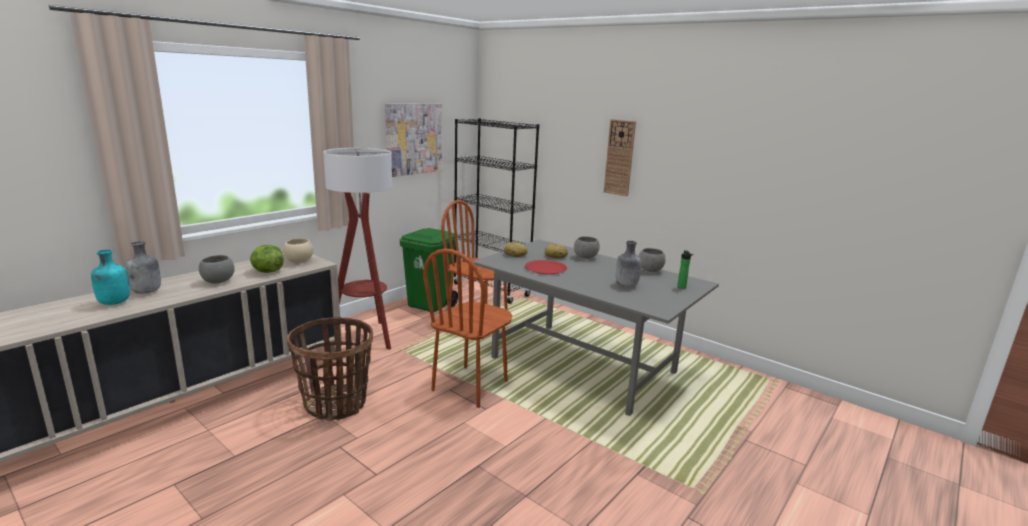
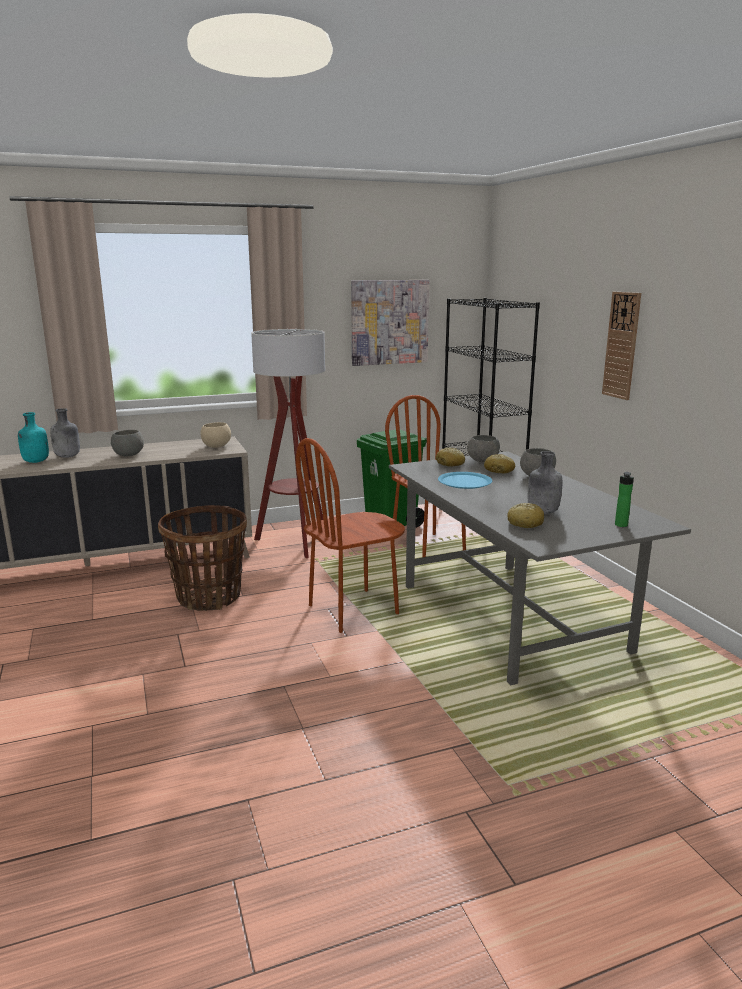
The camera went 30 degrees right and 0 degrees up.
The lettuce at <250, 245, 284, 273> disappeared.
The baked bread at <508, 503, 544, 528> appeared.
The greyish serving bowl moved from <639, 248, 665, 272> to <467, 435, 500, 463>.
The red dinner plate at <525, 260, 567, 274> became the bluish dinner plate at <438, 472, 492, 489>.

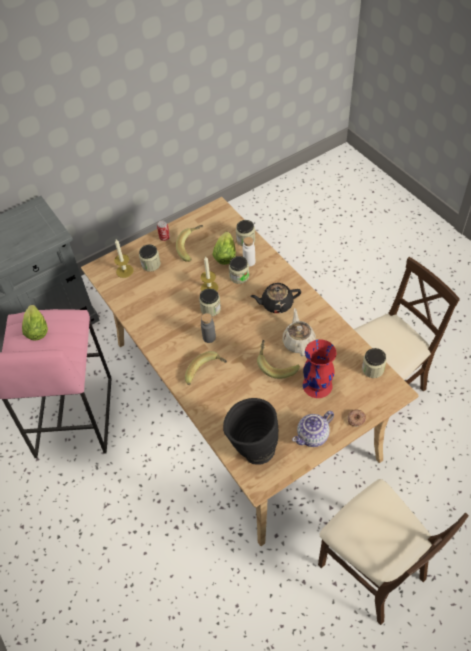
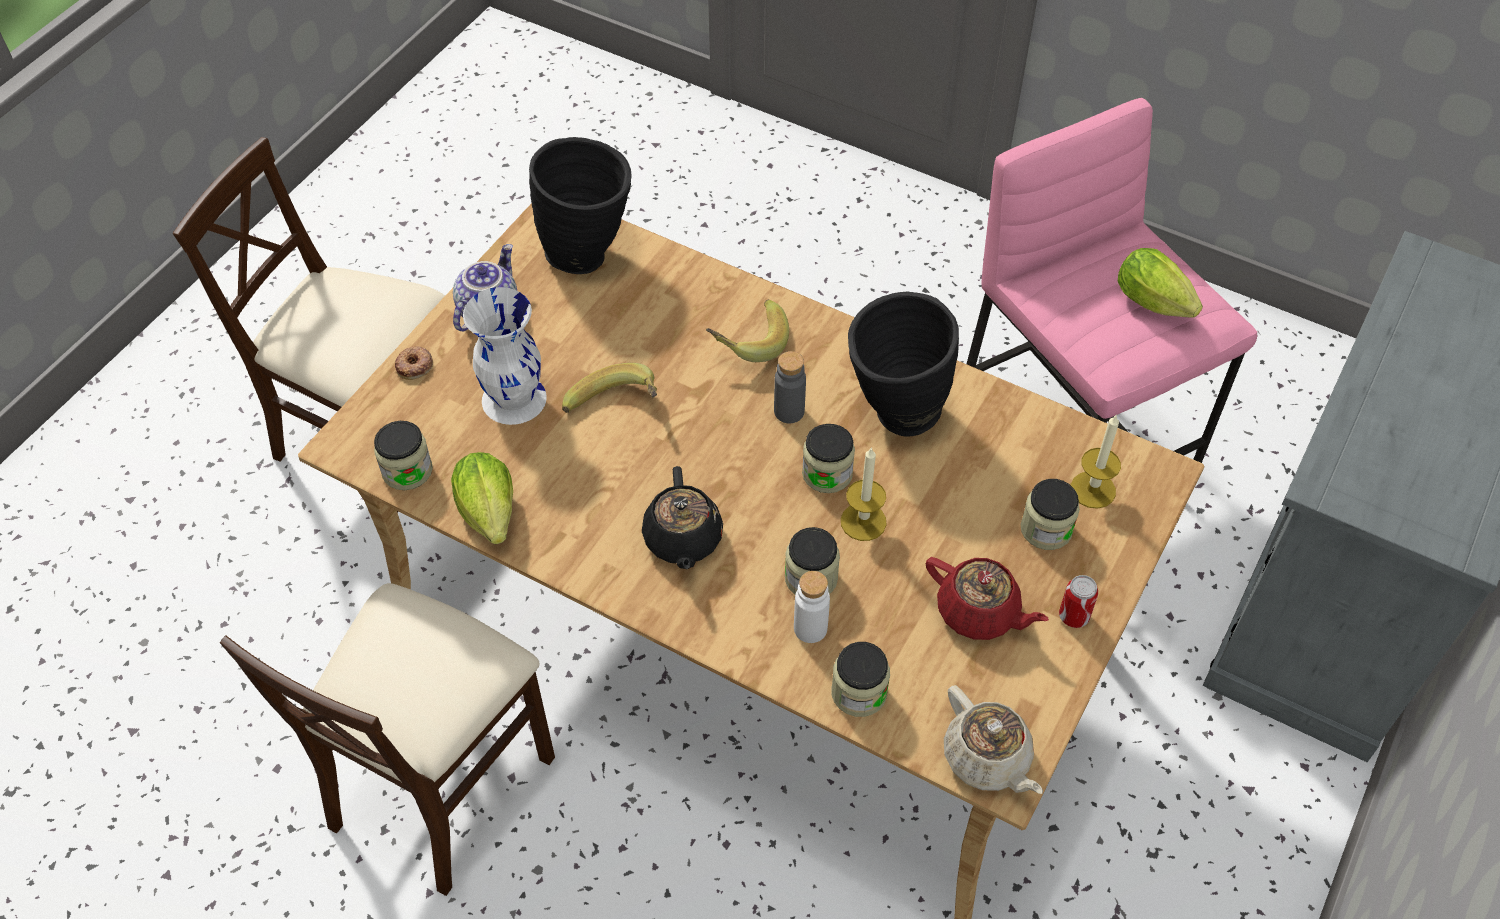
The camera went 150 degrees right and 0 degrees up.
The black-coloured vase at <848, 292, 959, 437> appeared.
The lettuce moved from <213, 232, 236, 265> to <451, 452, 513, 544>.
The sand-coloured tea pot moved from <282, 308, 316, 356> to <944, 685, 1043, 794>.
The banana fruit at <176, 225, 203, 262> was replaced by the red tea pot at <926, 557, 1049, 640>.
The red vase at <303, 339, 336, 398> became the whitish vase at <463, 287, 547, 425>.
The black-coloured tea pot at <250, 283, 301, 313> turned 120 degrees clockwise.

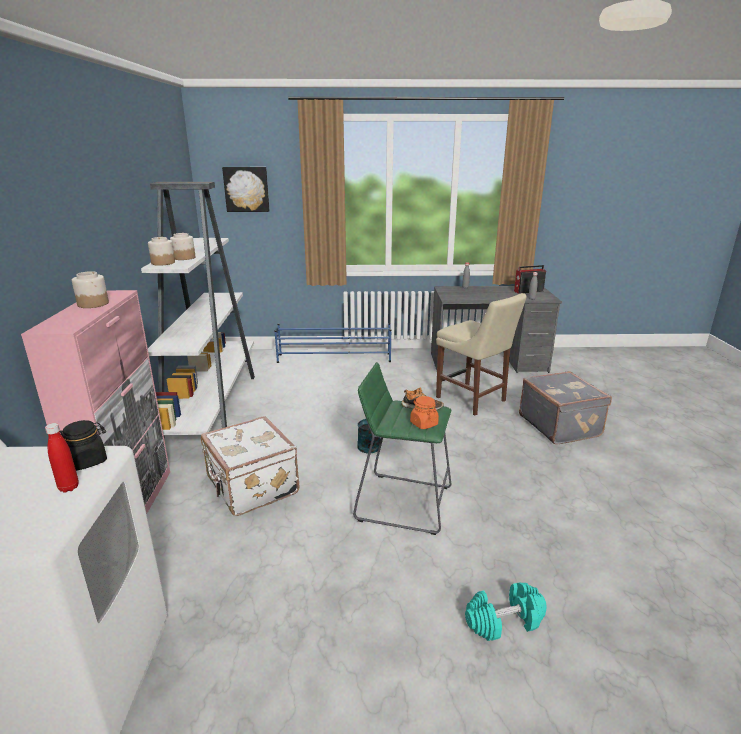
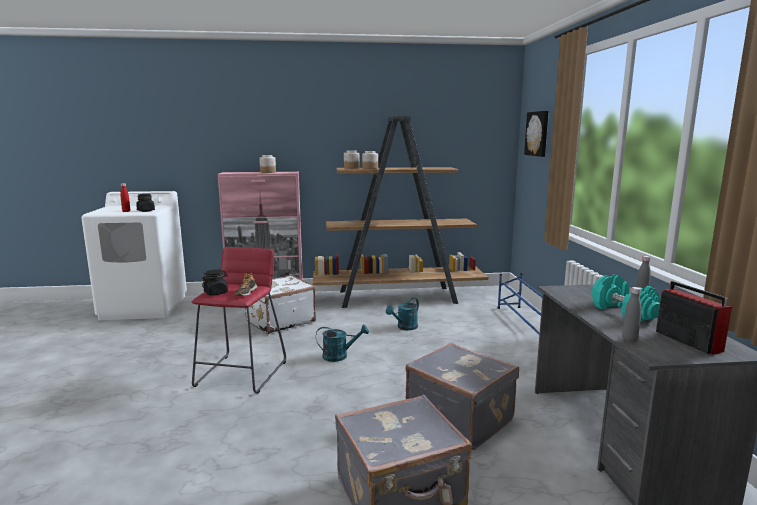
The camera went 85 degrees right and 10 degrees down.
The blue-green watering pot at <386, 297, 419, 330> appeared.
The blue-green hand weight moved from <465, 582, 547, 641> to <592, 275, 661, 321>.
The sand-coloured plain chair at <436, 293, 527, 416> was replaced by the greyish piece of luggage at <405, 343, 519, 450>.
The whitish bookshelf at <141, 182, 255, 438> became the brownish bookshelf at <313, 116, 488, 308>.
The green-coloured sitting stool at <353, 362, 451, 535> became the red sitting stool at <192, 247, 286, 394>.
The orange-coloured storage jar at <410, 396, 439, 429> became the black-coloured storage jar at <202, 269, 228, 295>.

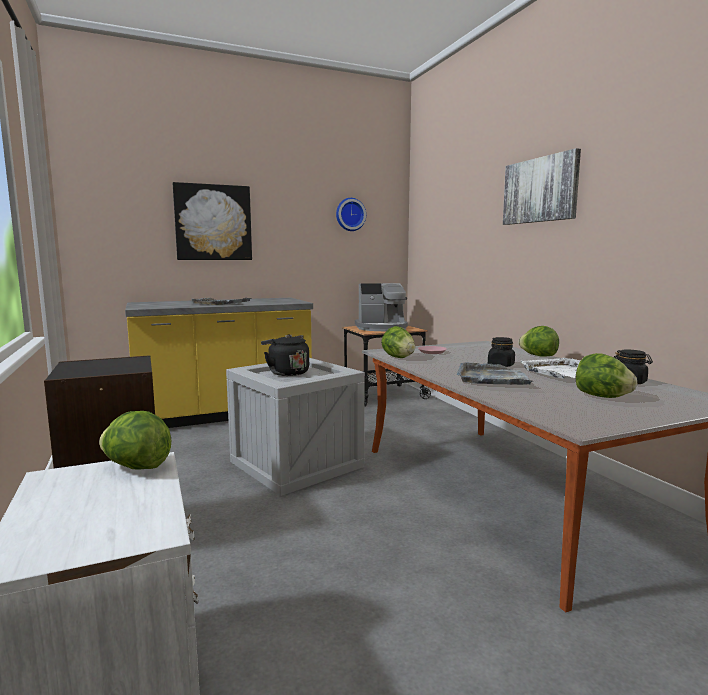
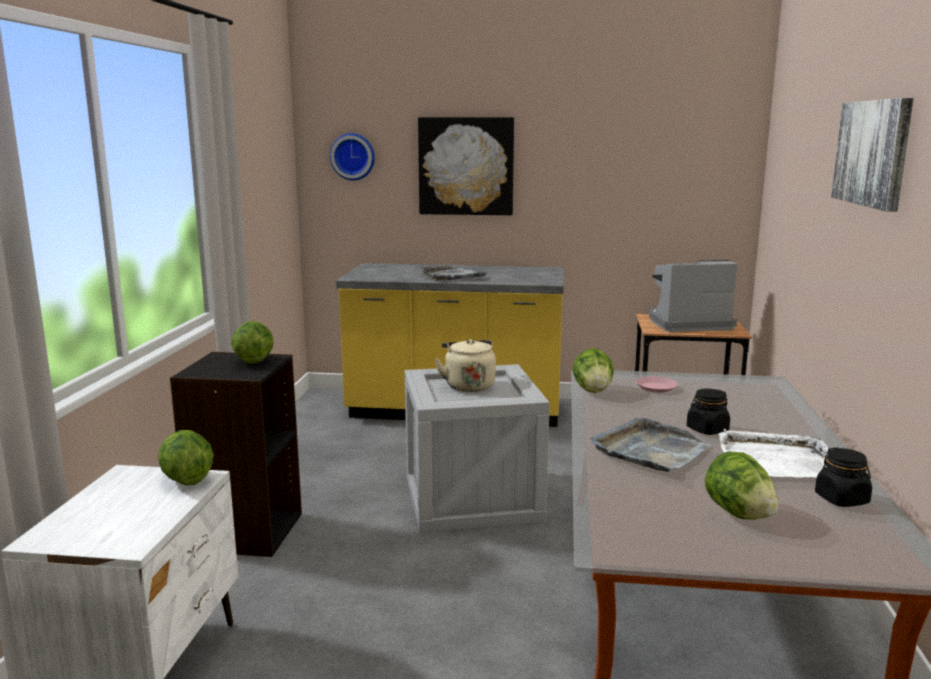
The camera went 30 degrees right and 5 degrees up.
The clock on the wall moved from <336, 198, 366, 231> to <330, 133, 375, 180>.
The lettuce moved from <518, 326, 559, 357> to <231, 321, 274, 364>.
The black-coloured kettle at <261, 334, 309, 376> became the sand-coloured kettle at <435, 339, 496, 392>.
The coffee machine at <355, 283, 408, 331> turned 150 degrees clockwise.

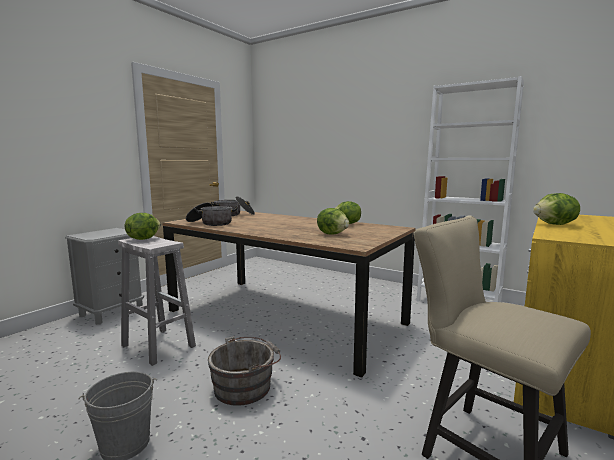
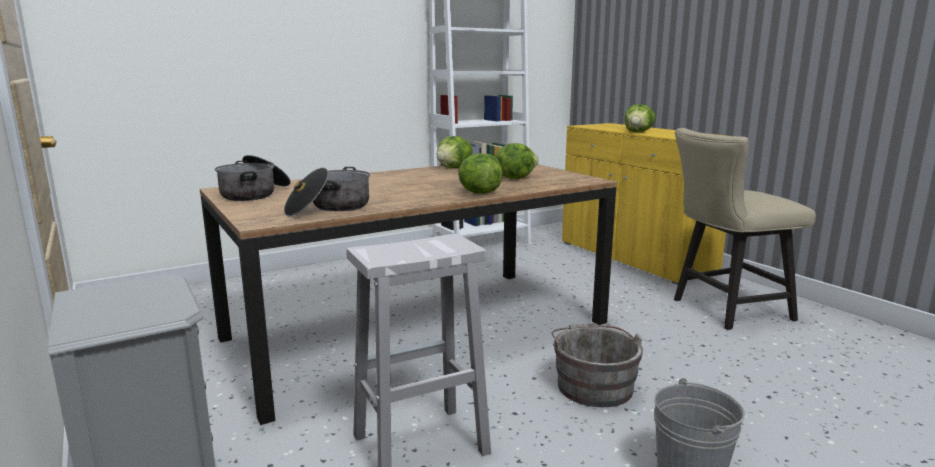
The camera went 65 degrees left and 5 degrees up.
The lettuce moved from <125, 213, 161, 240> to <458, 153, 503, 194>.

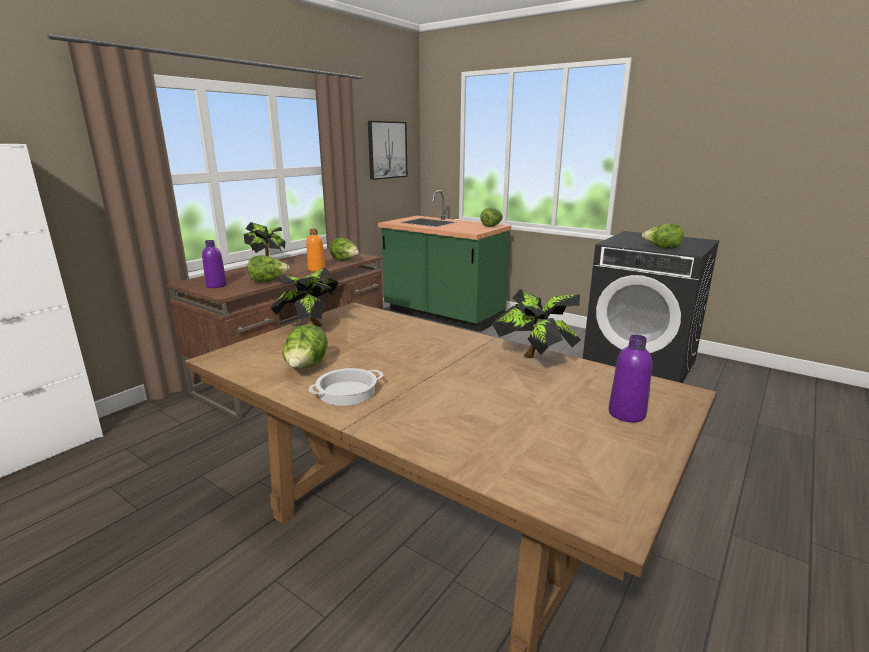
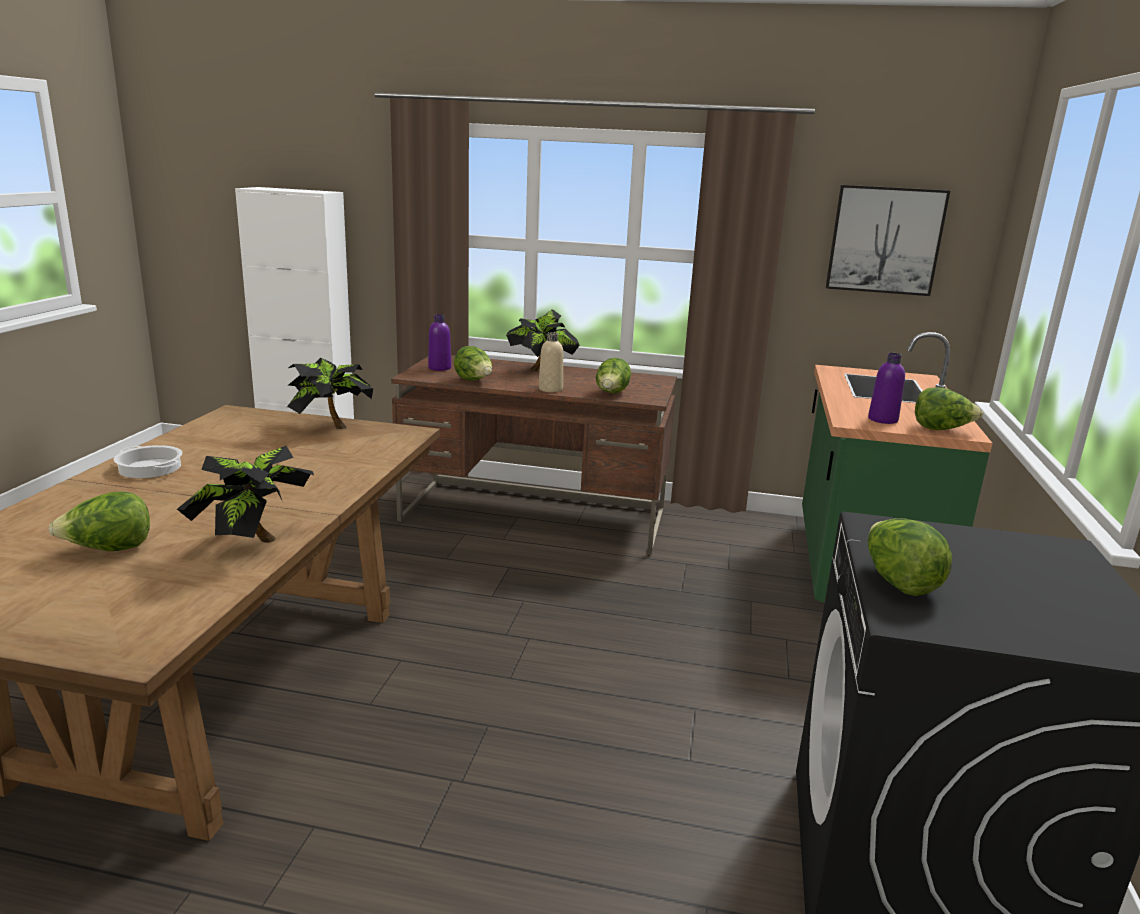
The camera went 65 degrees right and 0 degrees up.
The lettuce moved from <282, 324, 328, 368> to <49, 492, 150, 551>.
The purple-coloured drink bottle moved from <609, 335, 652, 422> to <868, 353, 905, 424>.
The orange-coloured drink bottle at <306, 229, 326, 272> became the sand-coloured drink bottle at <539, 332, 563, 392>.

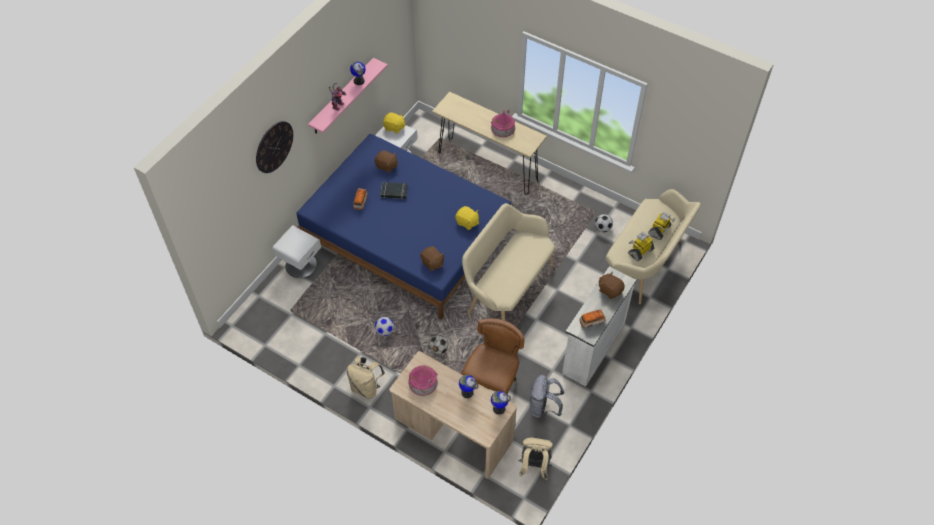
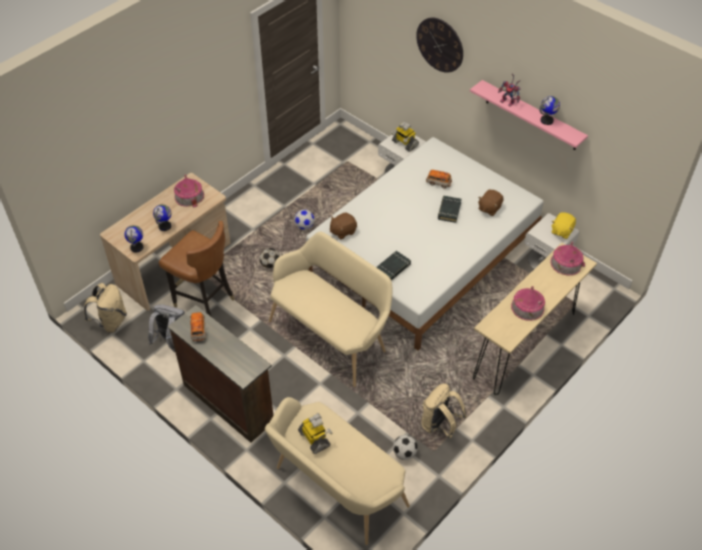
The camera went 100 degrees right and 5 degrees down.
The brownish plush toy at <599, 271, 625, 299> disappeared.
The toy house at <550, 242, 585, 275> appeared.
The sand-coloured rucksack moved from <347, 357, 385, 399> to <421, 384, 466, 439>.
The robot figure moved from <648, 212, 675, 240> to <392, 122, 419, 152>.
The yellow plush toy at <455, 206, 479, 230> was replaced by the black-coloured bound book at <376, 251, 411, 281>.
The bluish sleeping bed at <296, 134, 511, 320> became the whitish sleeping bed at <306, 137, 544, 351>.
The whitish chest of drawers at <562, 266, 636, 387> became the brownish chest of drawers at <168, 305, 273, 442>.

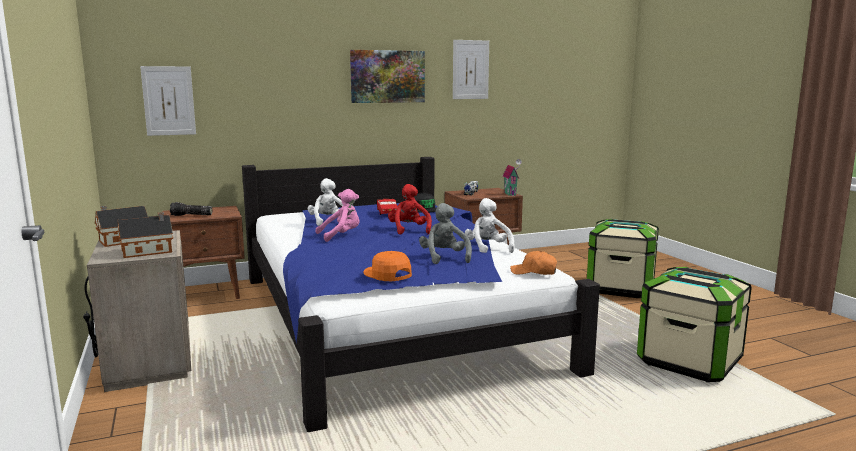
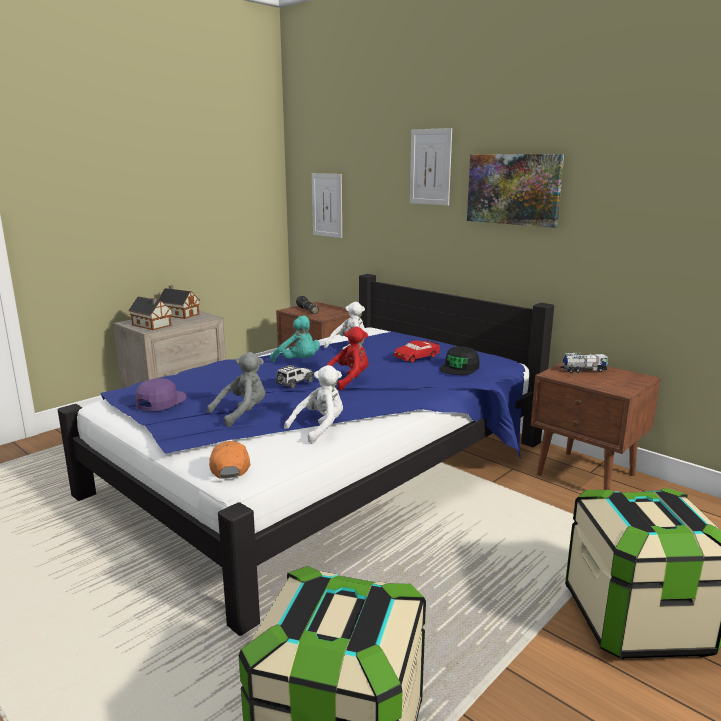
The camera went 65 degrees right and 5 degrees up.
The toy house at <503, 159, 522, 196> disappeared.
The model car at <275, 365, 314, 388> appeared.
The picture moved from <453, 40, 489, 99> to <410, 128, 452, 206>.
The pink plush toy at <315, 189, 360, 242> became the blue-green plush toy at <270, 315, 320, 362>.
The orange-coloured baseball cap at <363, 251, 412, 281> became the purple-coloured baseball cap at <135, 378, 187, 411>.

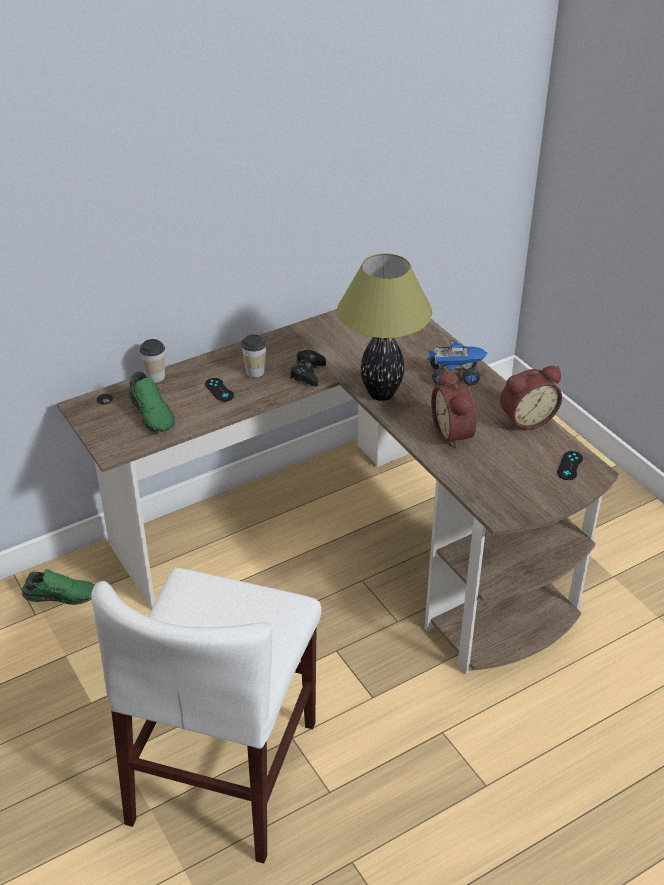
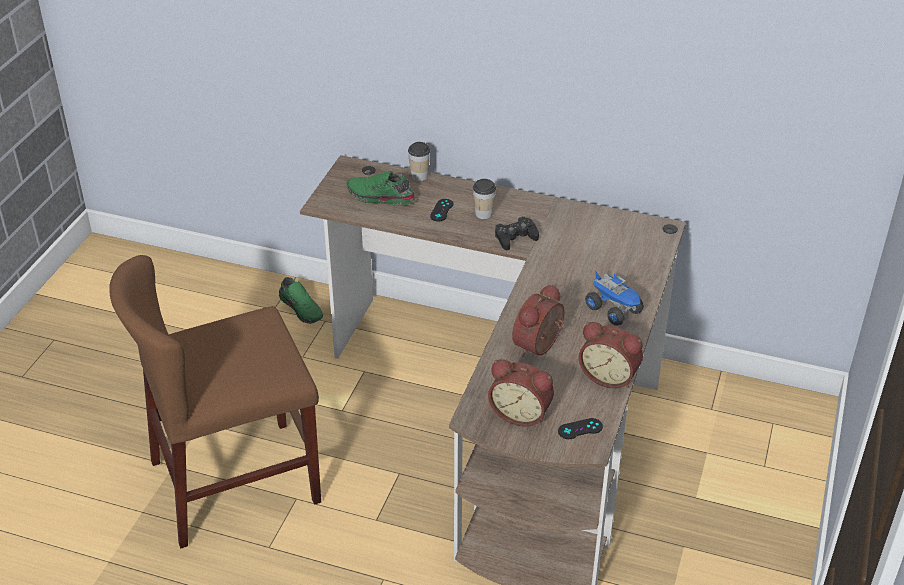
The camera went 50 degrees right and 0 degrees up.
The table lamp at <337, 253, 432, 401> disappeared.
The bedside clock at <488, 359, 554, 427> appeared.
The whitish plain chair at <91, 568, 321, 863> became the brownish plain chair at <109, 255, 321, 548>.
The green-coloured shoe at <129, 371, 175, 433> turned 90 degrees clockwise.

